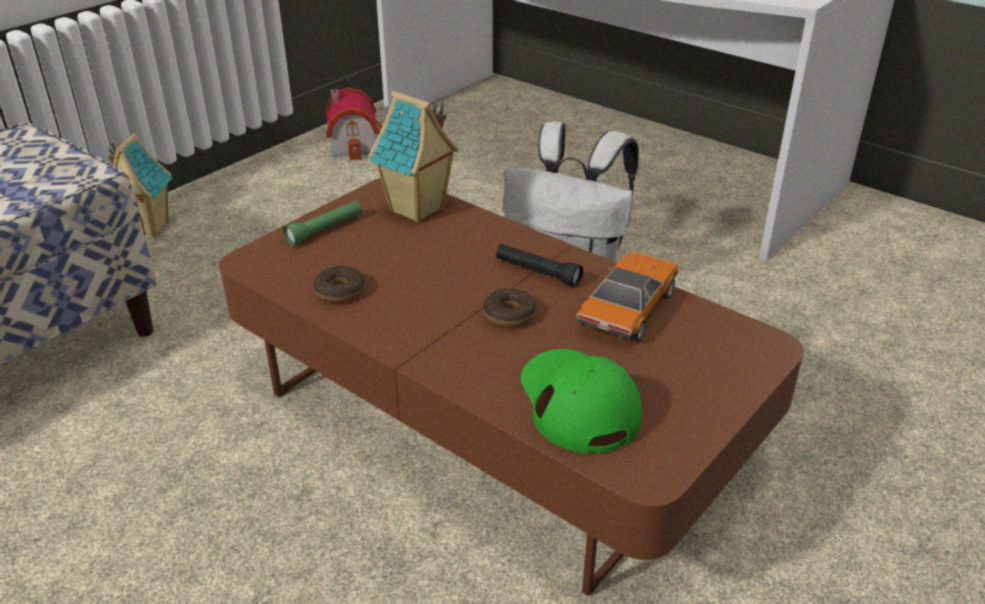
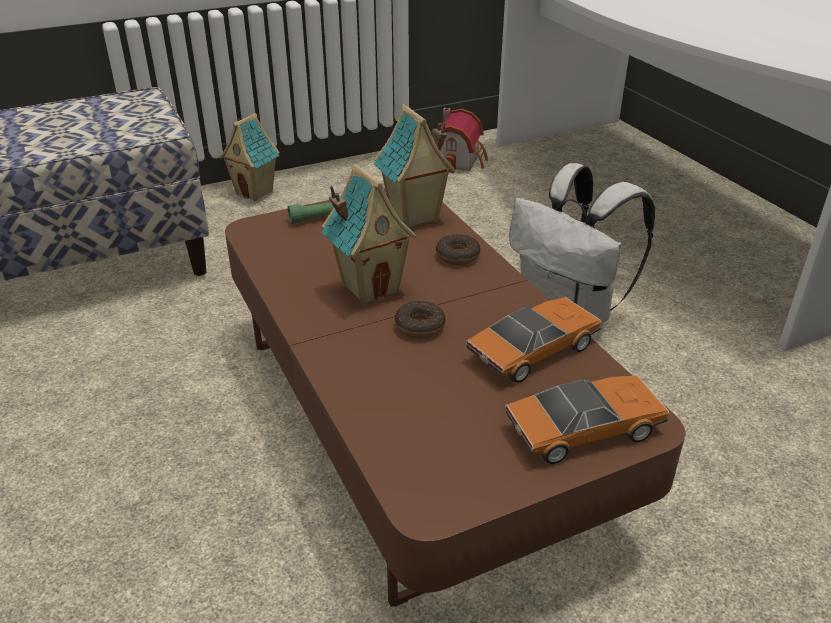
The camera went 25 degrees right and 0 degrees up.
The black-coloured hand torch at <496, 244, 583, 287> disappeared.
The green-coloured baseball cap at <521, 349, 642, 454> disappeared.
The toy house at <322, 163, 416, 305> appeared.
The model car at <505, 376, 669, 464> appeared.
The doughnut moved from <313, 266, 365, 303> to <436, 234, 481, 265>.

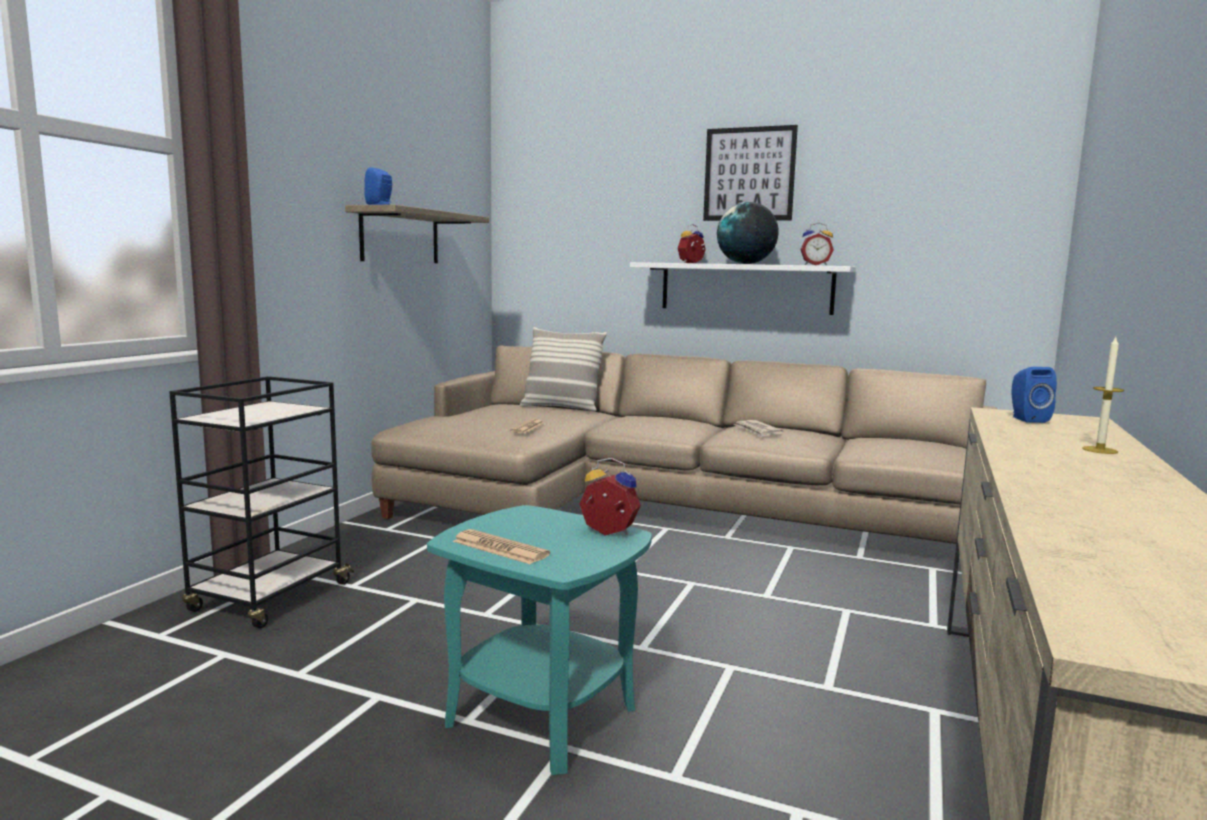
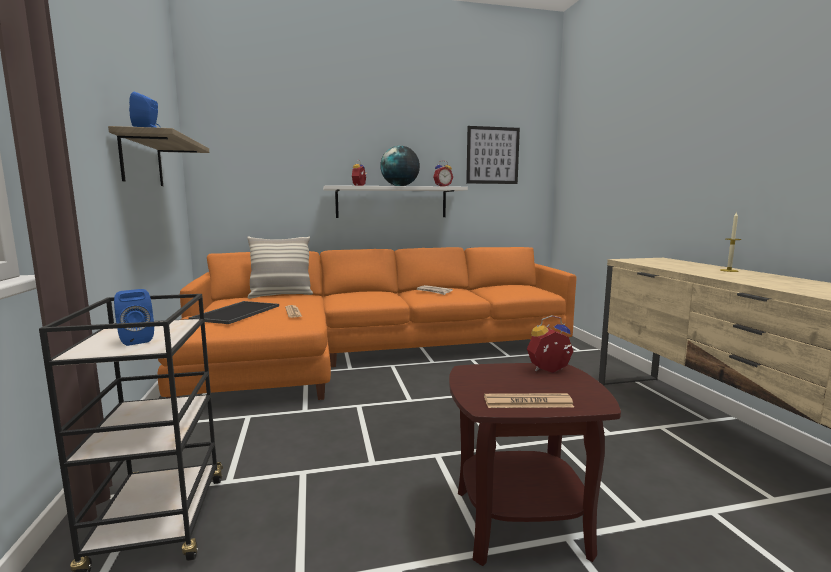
The camera went 35 degrees left and 0 degrees up.
The serving tray at <189, 301, 279, 324> appeared.
The picture moved from <703, 125, 798, 221> to <466, 126, 520, 184>.
The bluish speaker moved from <1012, 367, 1057, 423> to <114, 289, 154, 346>.
The sand-coloured settee at <371, 345, 998, 544> became the orange-coloured settee at <158, 247, 577, 400>.
The blue-green end table at <427, 505, 652, 775> became the brownish end table at <449, 363, 621, 566>.

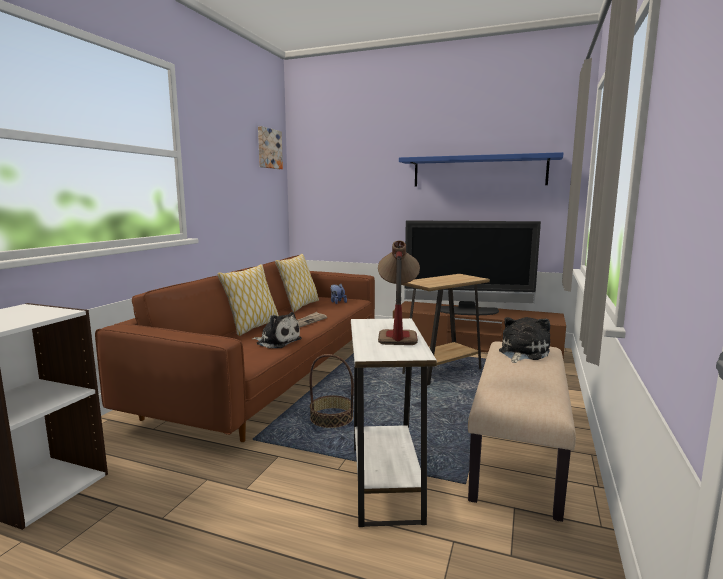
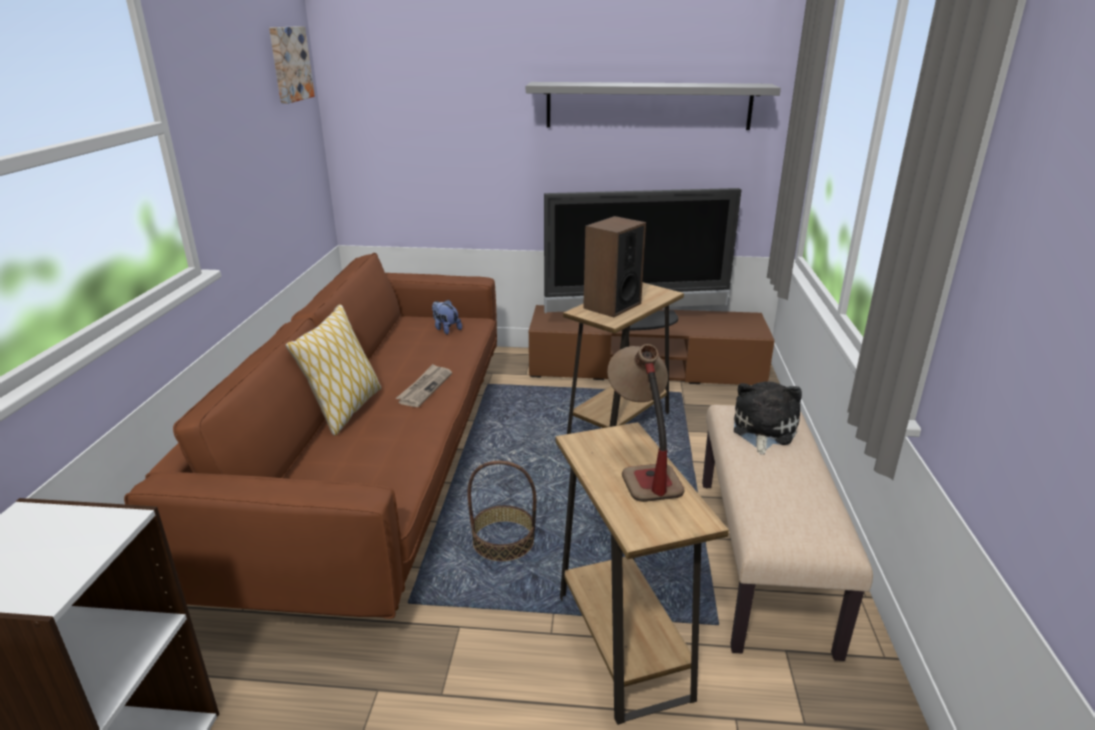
The camera went 15 degrees left and 15 degrees up.
The plush toy at <252, 312, 302, 348> disappeared.
The throw pillow at <275, 254, 319, 312> disappeared.
The speaker at <583, 216, 646, 317> appeared.
The whitish end table at <351, 318, 437, 527> became the brownish end table at <556, 422, 729, 725>.
The bluish wall shelf at <399, 152, 563, 186> became the greyish wall shelf at <526, 82, 781, 130>.

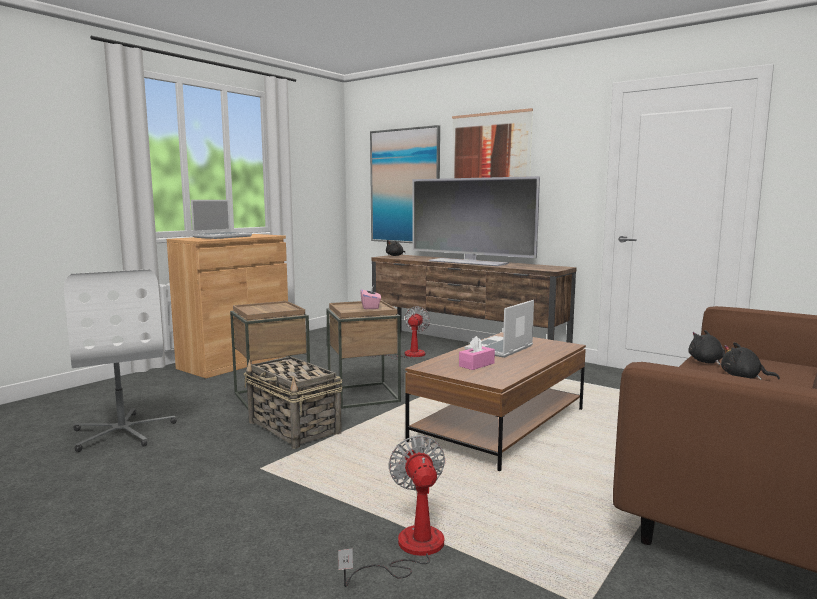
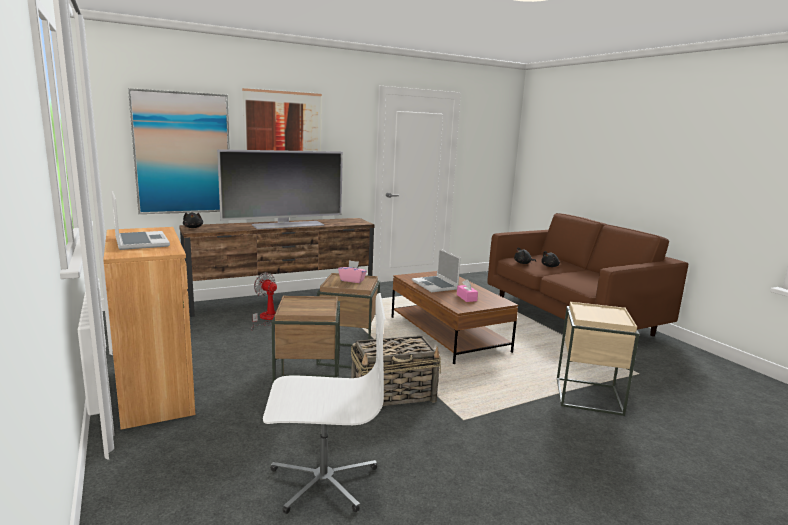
The camera went 65 degrees left and 5 degrees up.
The fan at <338, 435, 445, 587> was replaced by the sand-coloured end table at <557, 302, 640, 416>.

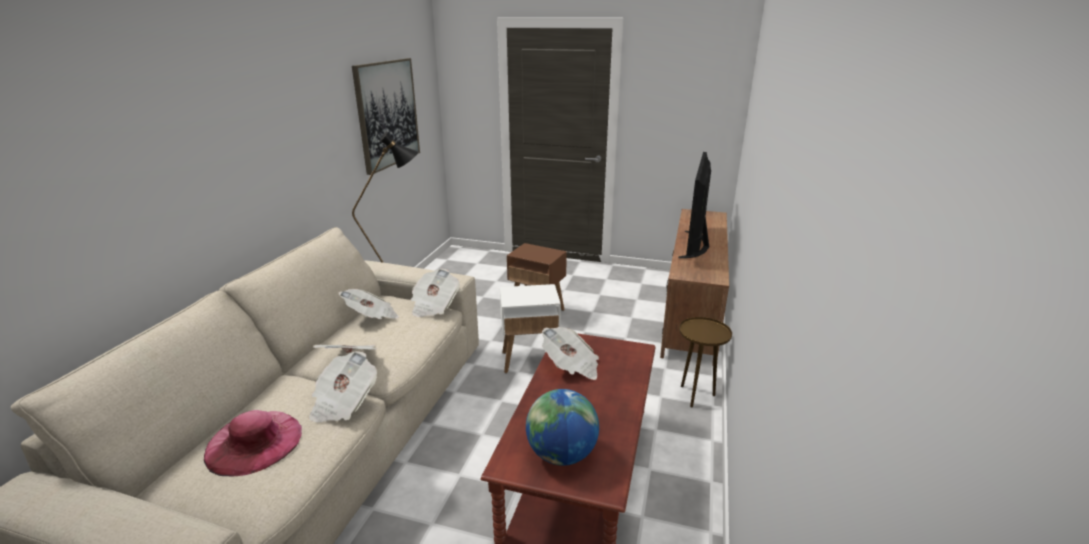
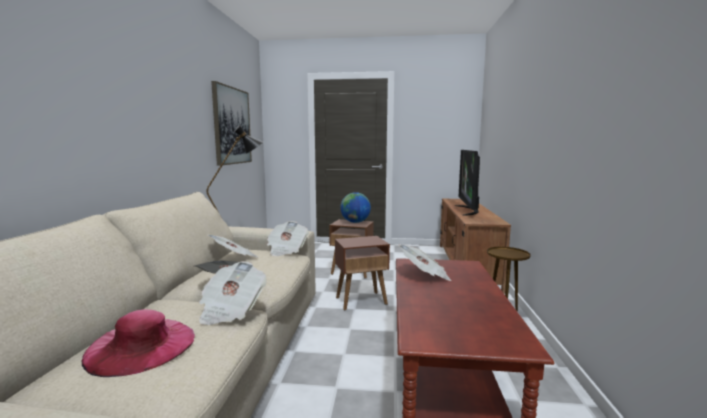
The camera went 10 degrees left and 15 degrees down.
The desk globe moved from <526, 389, 599, 466> to <340, 192, 371, 223>.
The whitish end table at <500, 284, 561, 373> became the brownish end table at <335, 236, 390, 310>.

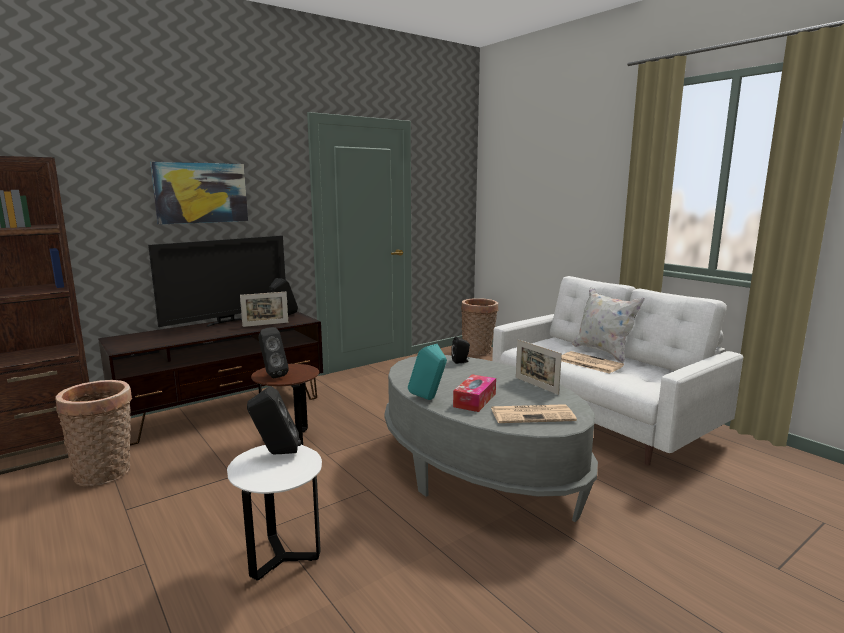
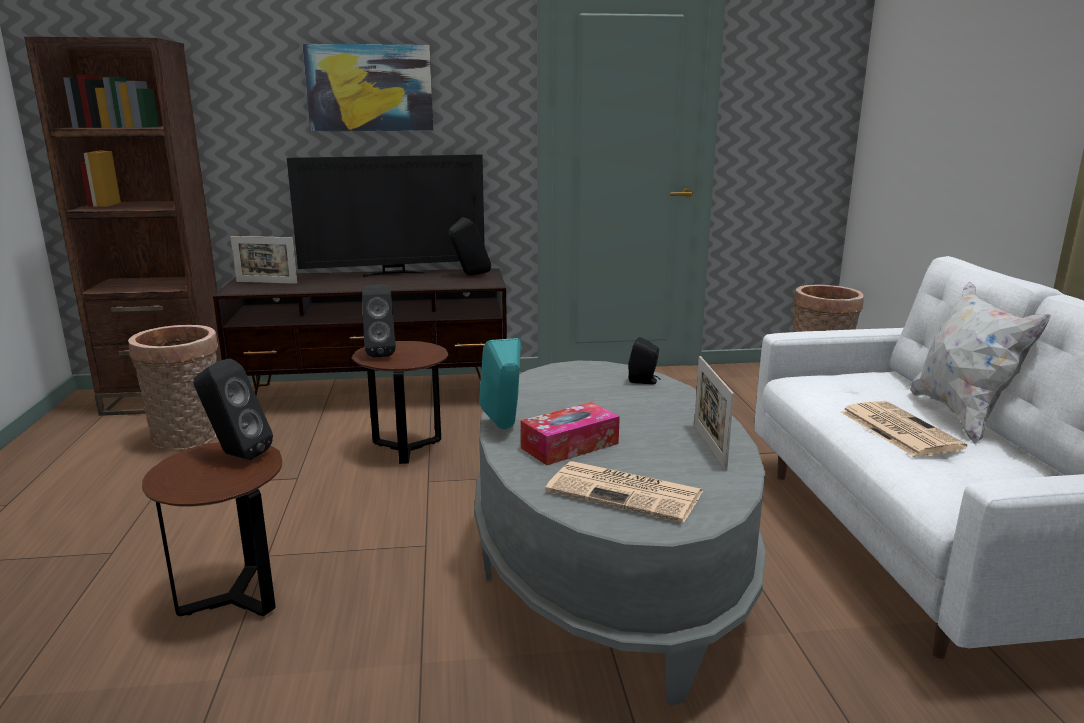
The camera went 30 degrees right and 5 degrees up.
The picture frame moved from <240, 292, 288, 327> to <230, 236, 297, 284>.
The whitish end table at <227, 445, 322, 581> became the brownish end table at <142, 442, 282, 616>.

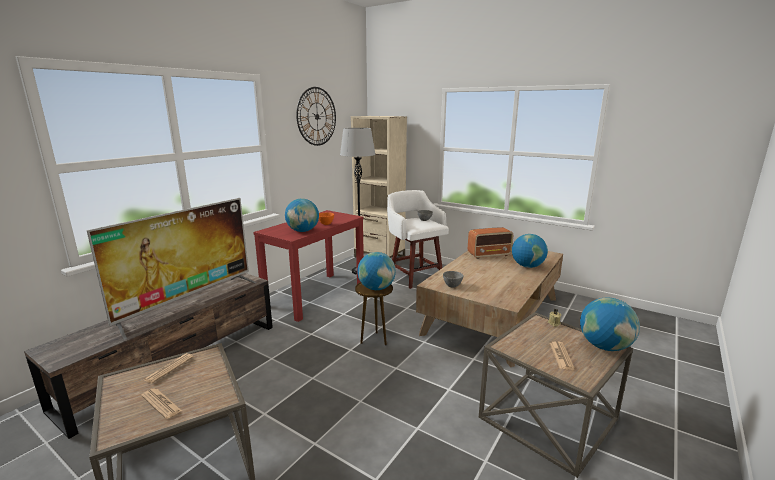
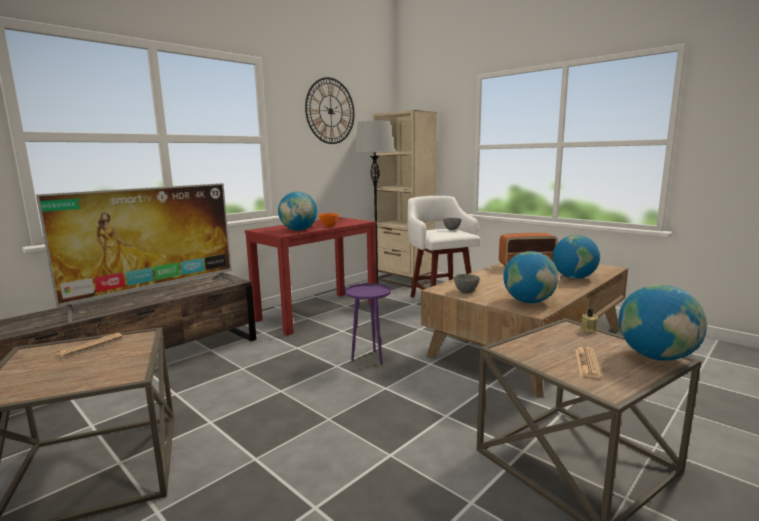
The camera went 10 degrees right and 5 degrees down.
The printed paper at <141, 388, 182, 419> disappeared.
The desk globe moved from <357, 252, 396, 290> to <503, 251, 559, 303>.
The brownish end table at <355, 282, 393, 345> became the purple-coloured end table at <345, 283, 391, 364>.

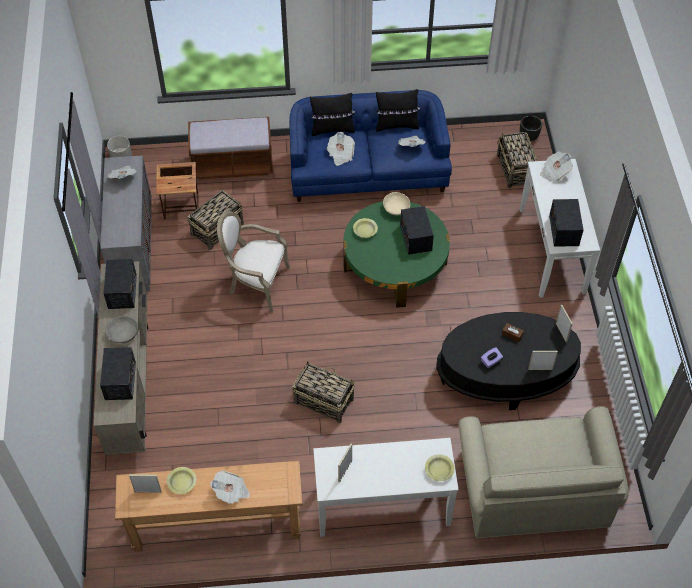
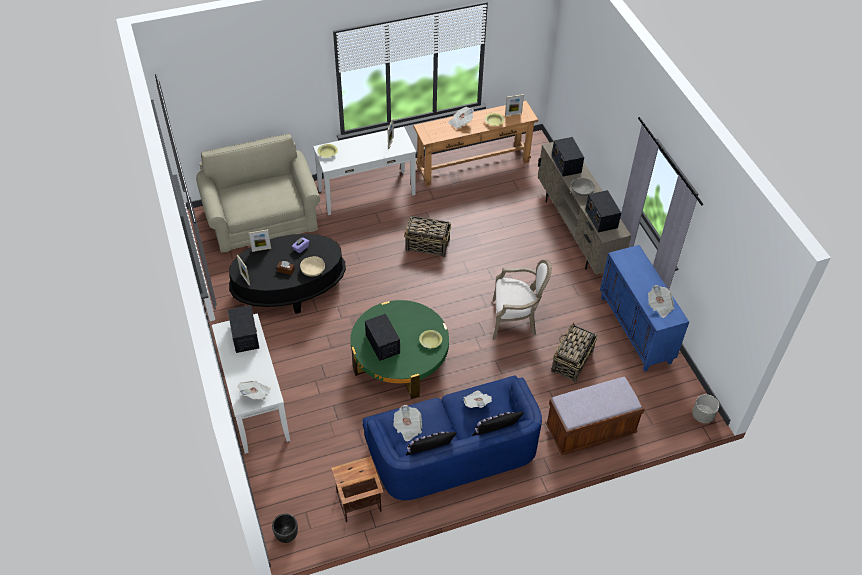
The camera went 165 degrees right and 5 degrees down.
The household basket at <497, 132, 538, 188> disappeared.
The end table moved from <156, 162, 199, 220> to <331, 456, 383, 522>.
The sand-coloured serving bowl moved from <383, 192, 410, 215> to <300, 256, 325, 277>.
The greyish storage cabinet at <100, 155, 152, 291> became the bluish storage cabinet at <600, 245, 689, 372>.

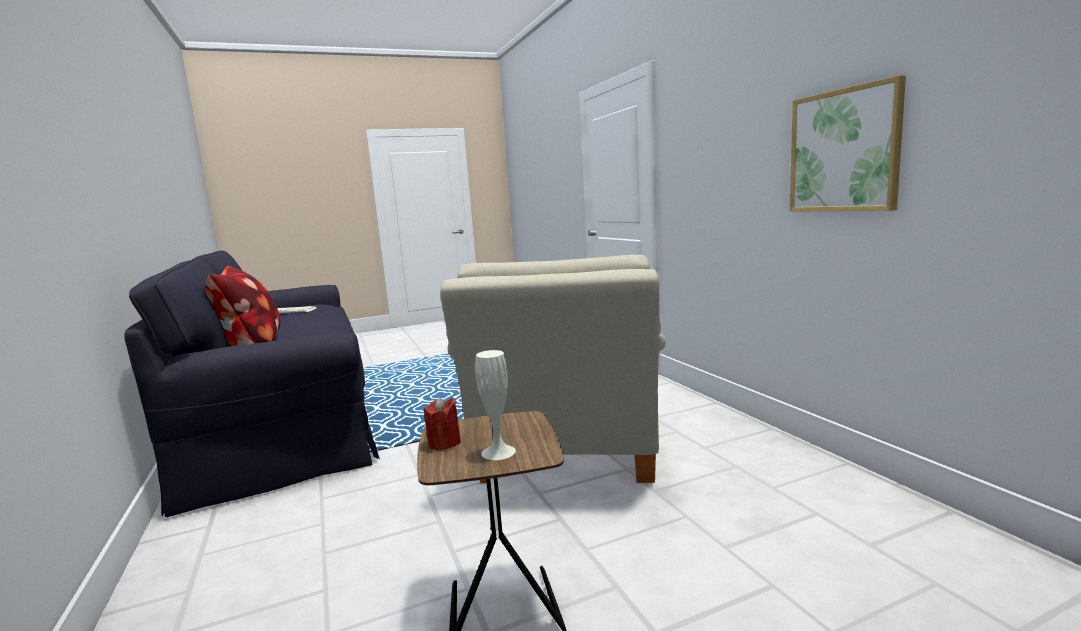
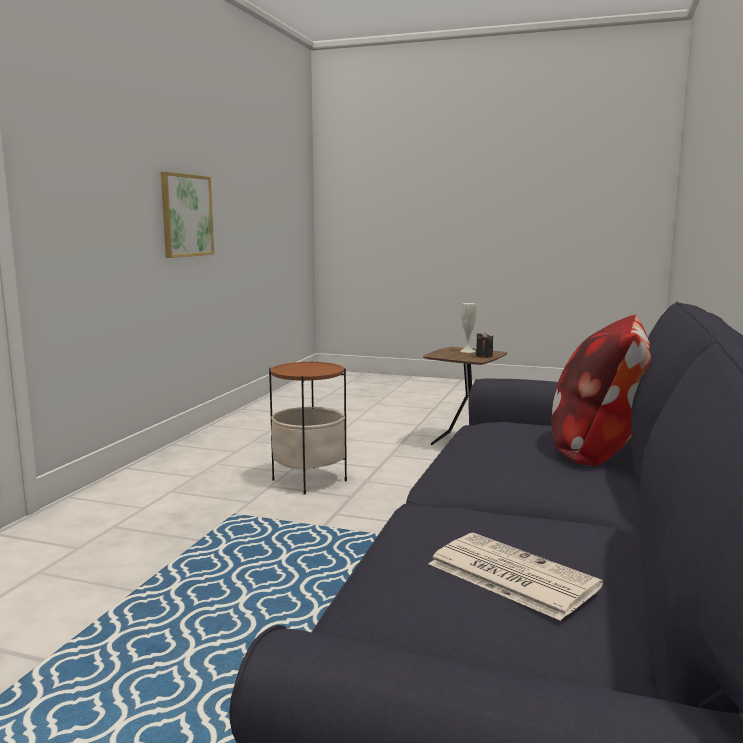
The camera went 140 degrees left and 0 degrees up.
The sand-coloured lounge chair at <440, 255, 666, 483> was replaced by the end table at <269, 361, 347, 495>.
The red wax candle at <424, 397, 461, 450> became the black-coloured wax candle at <476, 332, 493, 358>.

